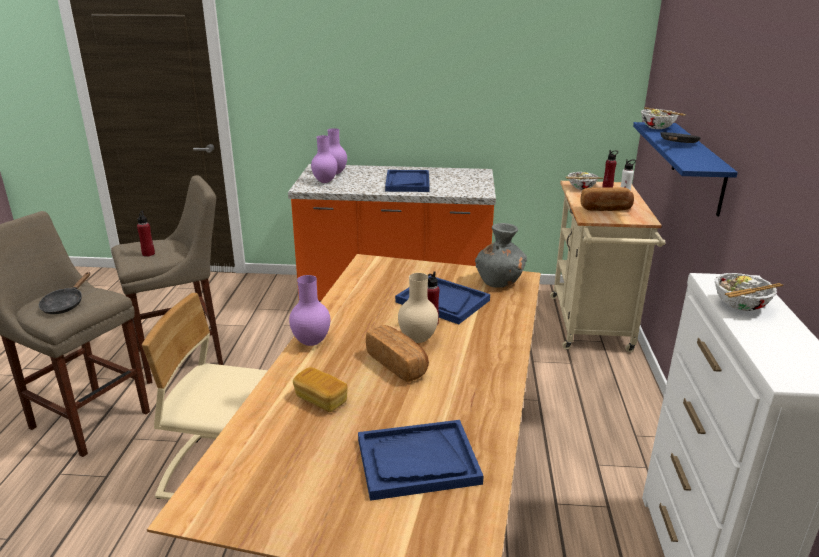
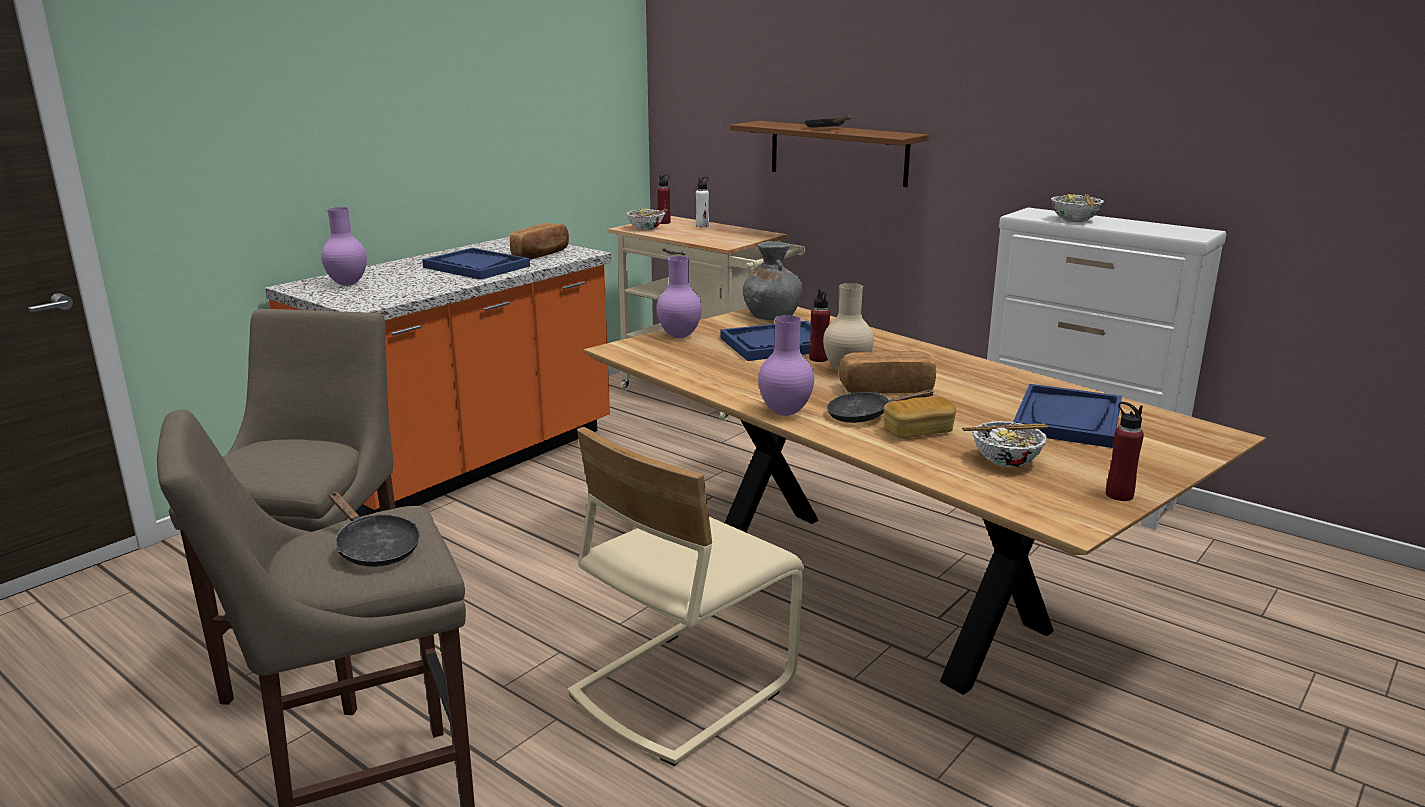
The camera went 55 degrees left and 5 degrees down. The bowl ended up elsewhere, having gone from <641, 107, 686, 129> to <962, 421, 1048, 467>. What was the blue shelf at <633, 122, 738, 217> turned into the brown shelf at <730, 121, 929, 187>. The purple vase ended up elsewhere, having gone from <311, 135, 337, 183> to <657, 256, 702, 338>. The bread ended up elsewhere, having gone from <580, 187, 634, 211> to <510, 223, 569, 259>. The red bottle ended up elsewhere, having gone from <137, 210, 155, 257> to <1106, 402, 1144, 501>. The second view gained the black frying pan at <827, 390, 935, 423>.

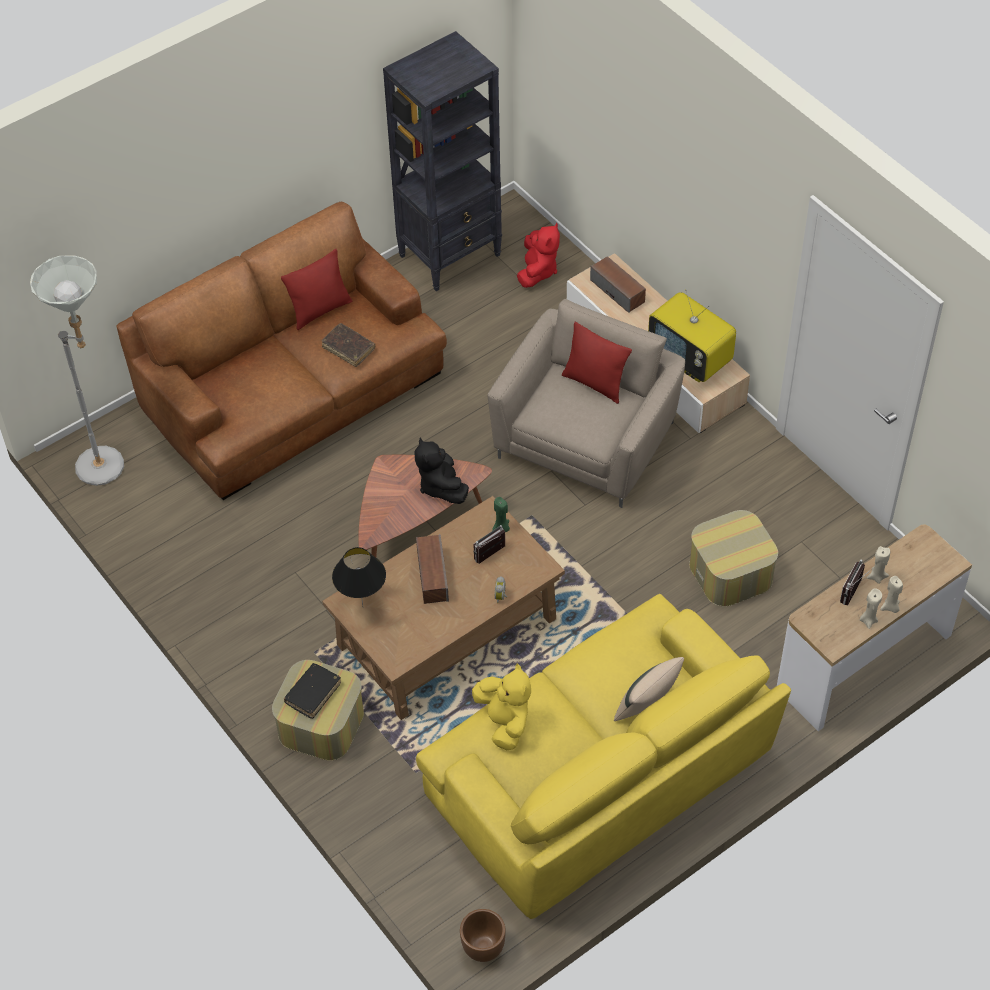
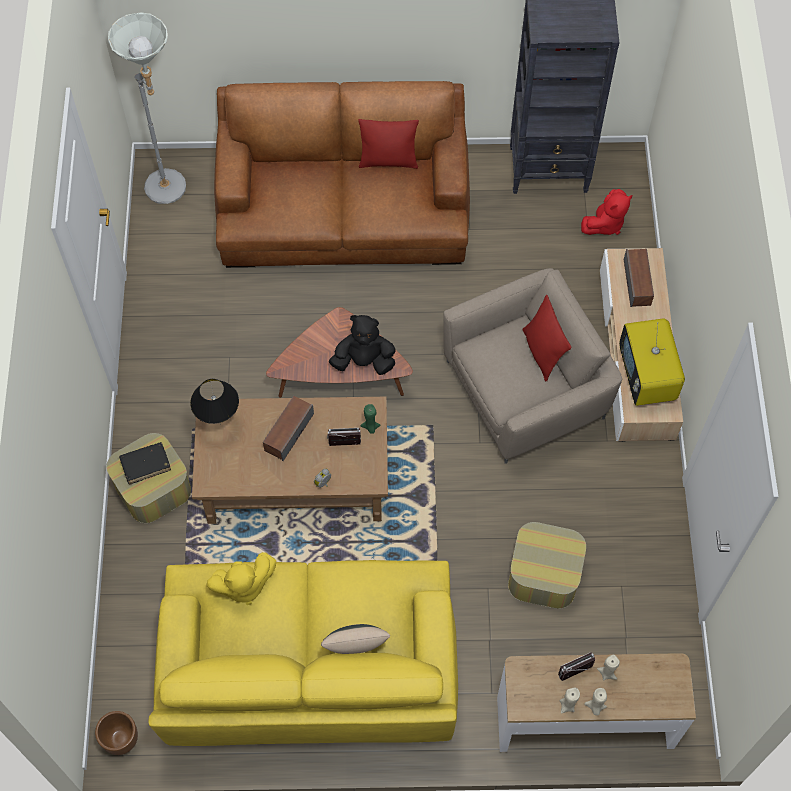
The camera went 35 degrees right and 10 degrees up. The second view lost the brown book at <322, 323, 375, 367>. The black plush toy at <414, 437, 469, 504> ended up facing another way, 75 degrees clockwise from before. The yellow plush toy at <472, 663, 531, 750> ended up facing another way, 60 degrees clockwise from before.

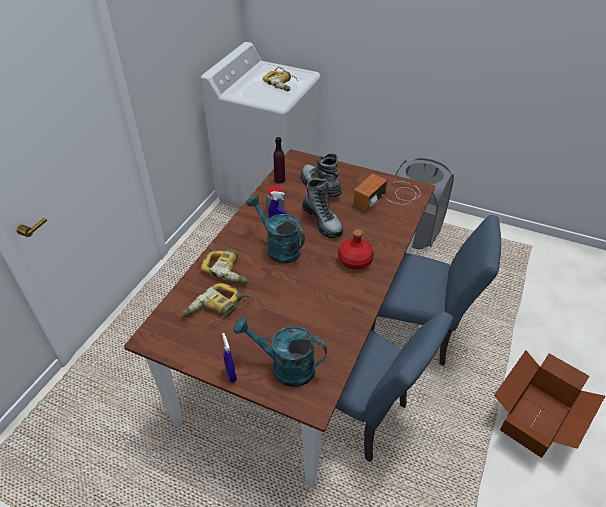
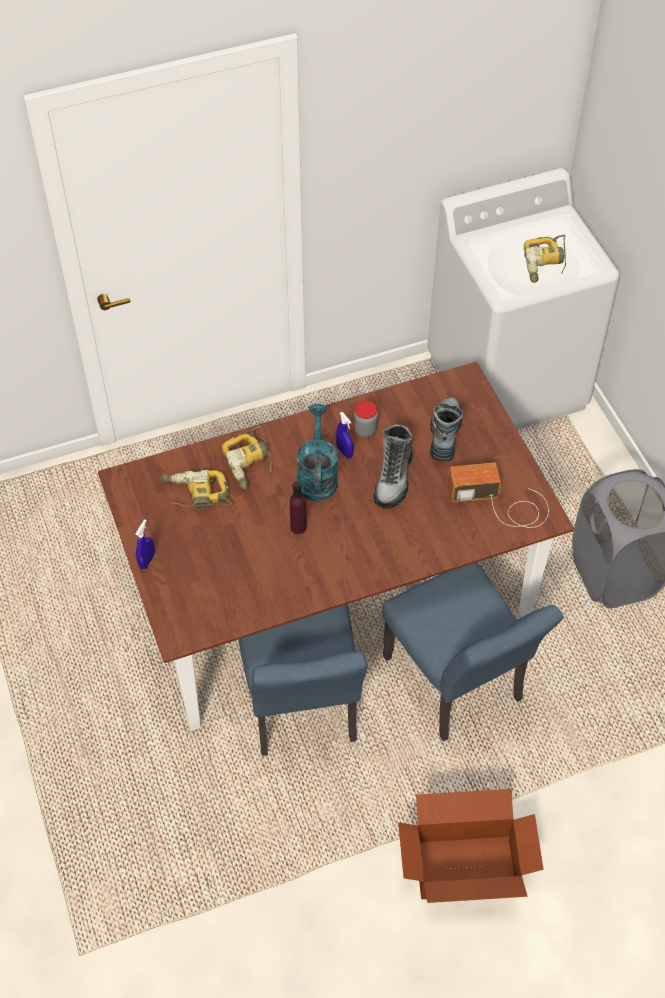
The camera went 45 degrees right and 10 degrees up. The purple bottle ended up elsewhere, having gone from <274, 137, 285, 184> to <290, 481, 307, 534>. The second view lost the red bottle at <338, 229, 374, 269>. The second view lost the turquoise watering can at <233, 317, 327, 387>.

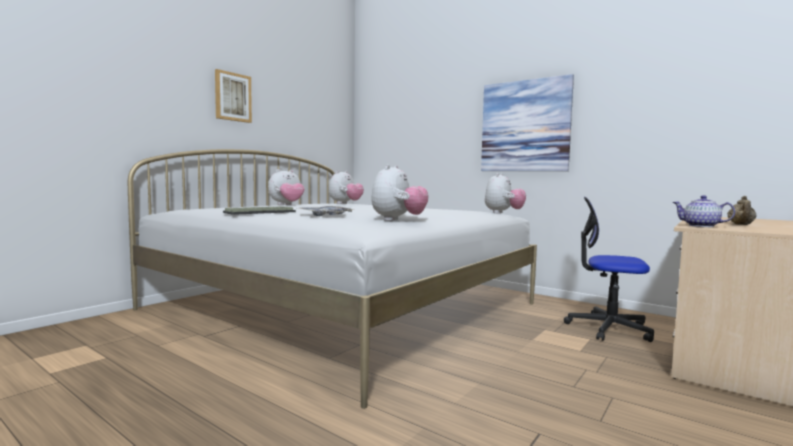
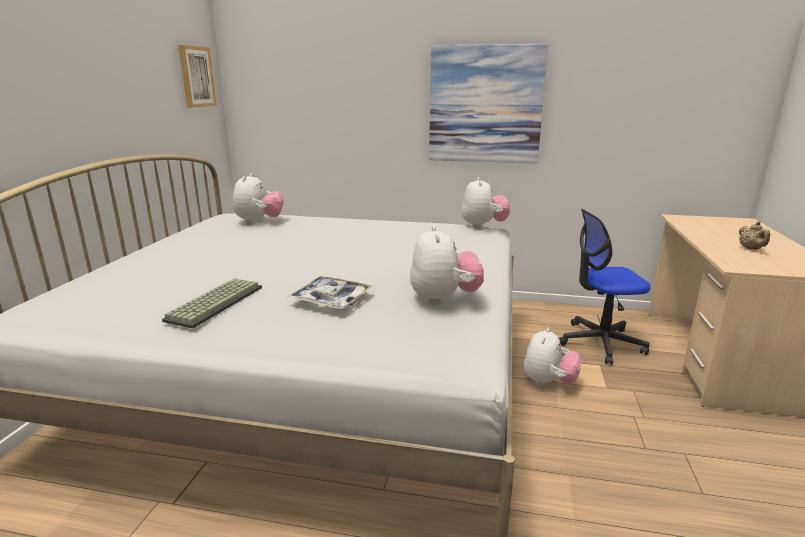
The camera went 25 degrees left and 15 degrees up. The picture ended up elsewhere, having gone from <215, 69, 252, 123> to <178, 45, 217, 108>. The plush toy ended up elsewhere, having gone from <268, 169, 305, 205> to <524, 327, 581, 386>. The second view lost the teapot at <673, 195, 735, 227>.

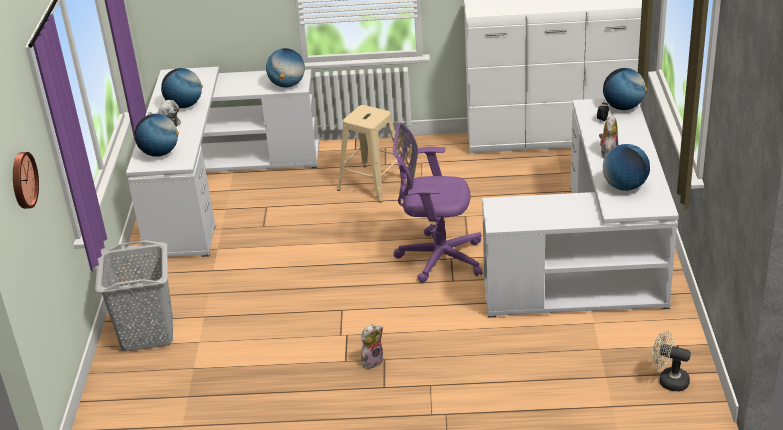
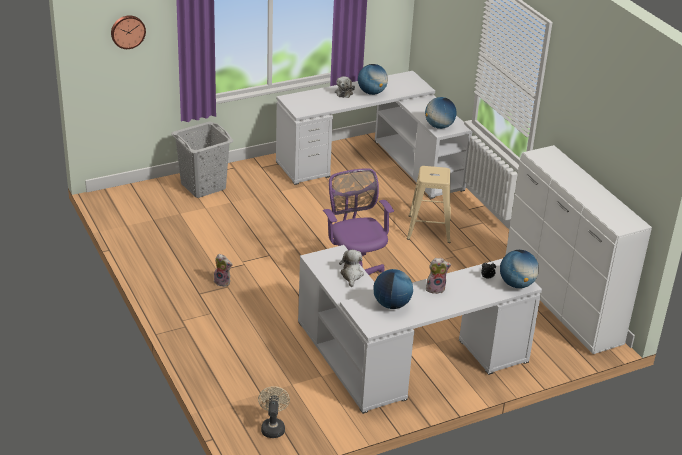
The camera went 60 degrees right and 0 degrees up. The second view lost the globe at <134, 114, 179, 157>. The second view gained the plush toy at <339, 250, 364, 287>.

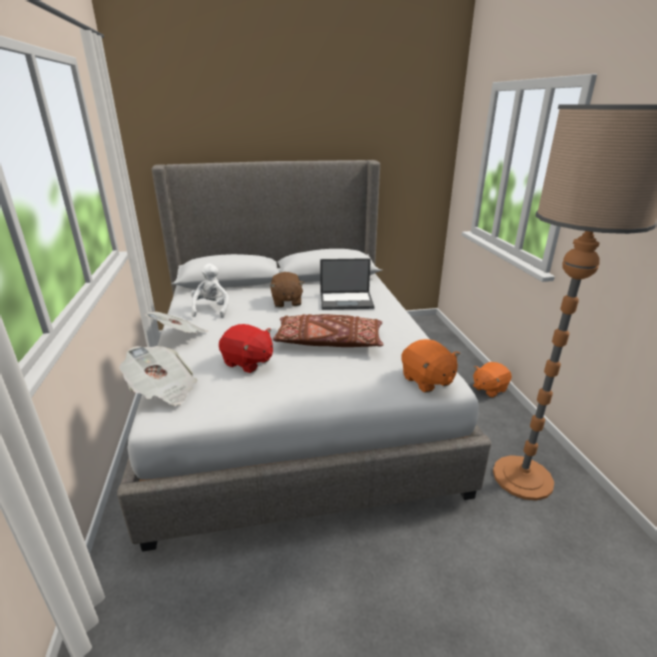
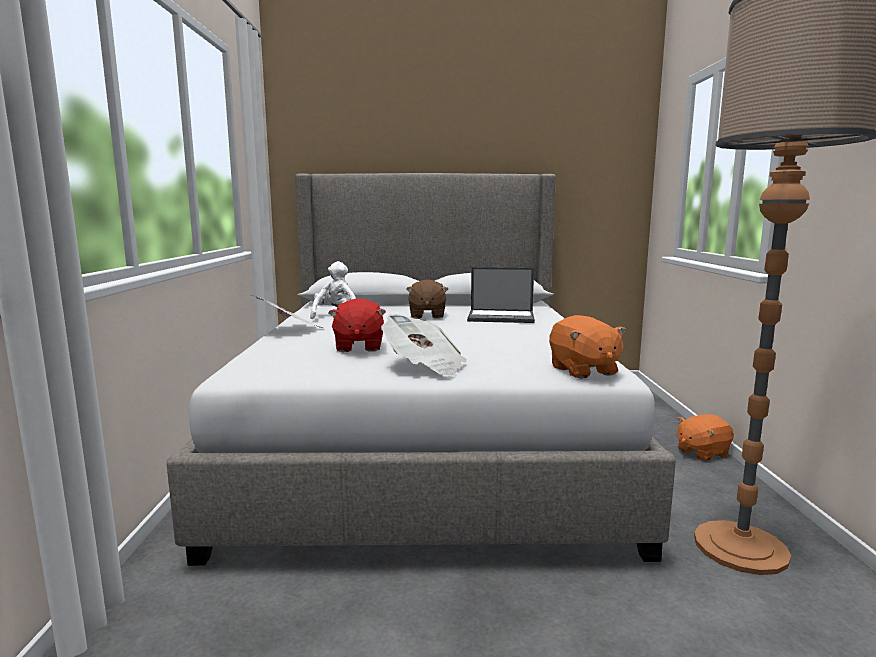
The camera went 10 degrees right and 15 degrees down. The second view lost the brown pillow at <273, 314, 383, 347>. The red plush toy at <219, 324, 273, 373> ended up facing another way, 45 degrees clockwise from before. The newspaper ended up elsewhere, having gone from <119, 346, 197, 406> to <381, 314, 467, 377>.

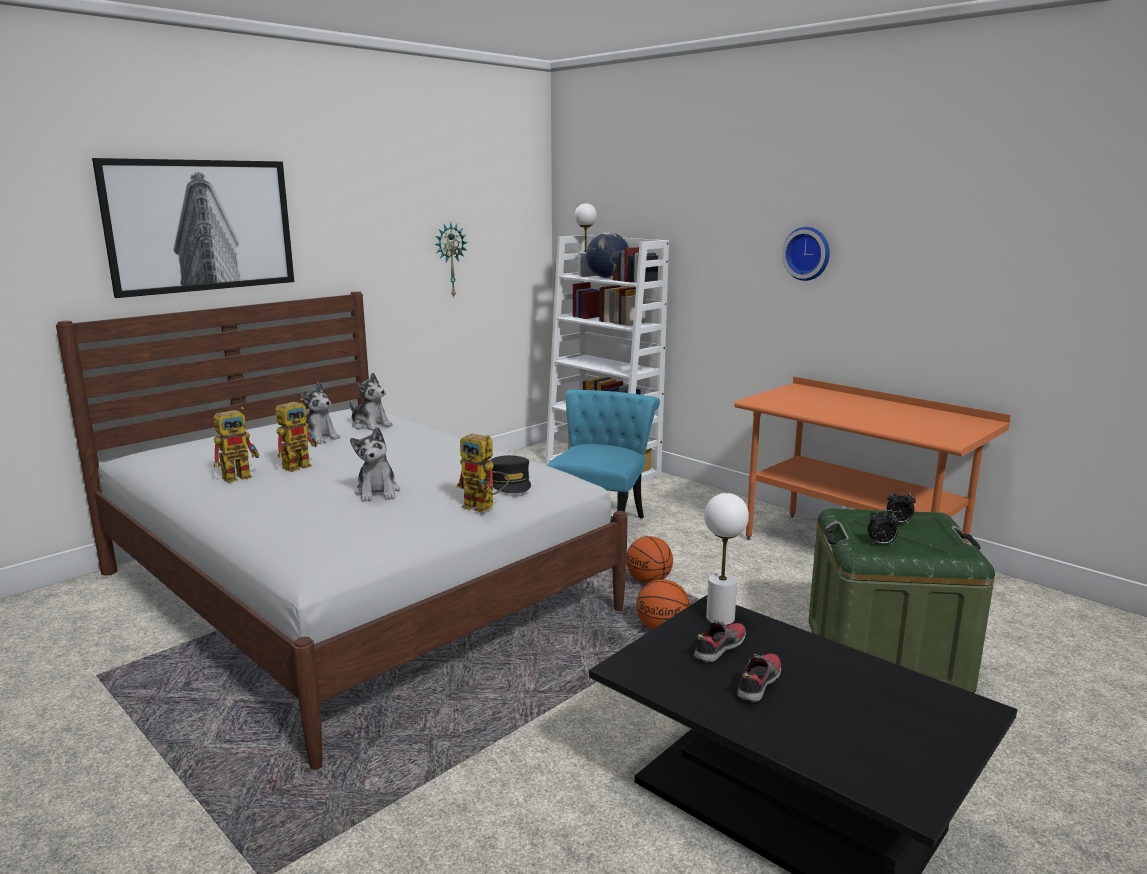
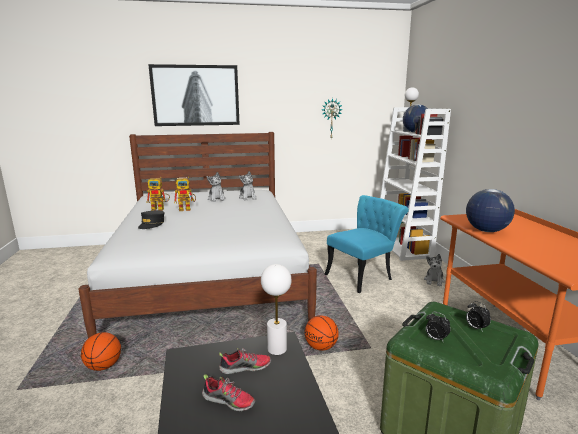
The camera went 35 degrees right and 0 degrees up. The second view lost the wall clock at <782, 227, 830, 281>. The plush toy ended up elsewhere, having gone from <350, 427, 400, 502> to <424, 254, 445, 286>. The second view lost the toy robot at <456, 434, 509, 513>. The black cap ended up elsewhere, having gone from <491, 455, 531, 494> to <138, 210, 165, 229>. The basketball ended up elsewhere, having gone from <626, 536, 673, 583> to <81, 332, 121, 371>. The shoe at <737, 654, 781, 702> ended up facing another way, 45 degrees clockwise from before. The second view gained the globe at <466, 189, 515, 232>.

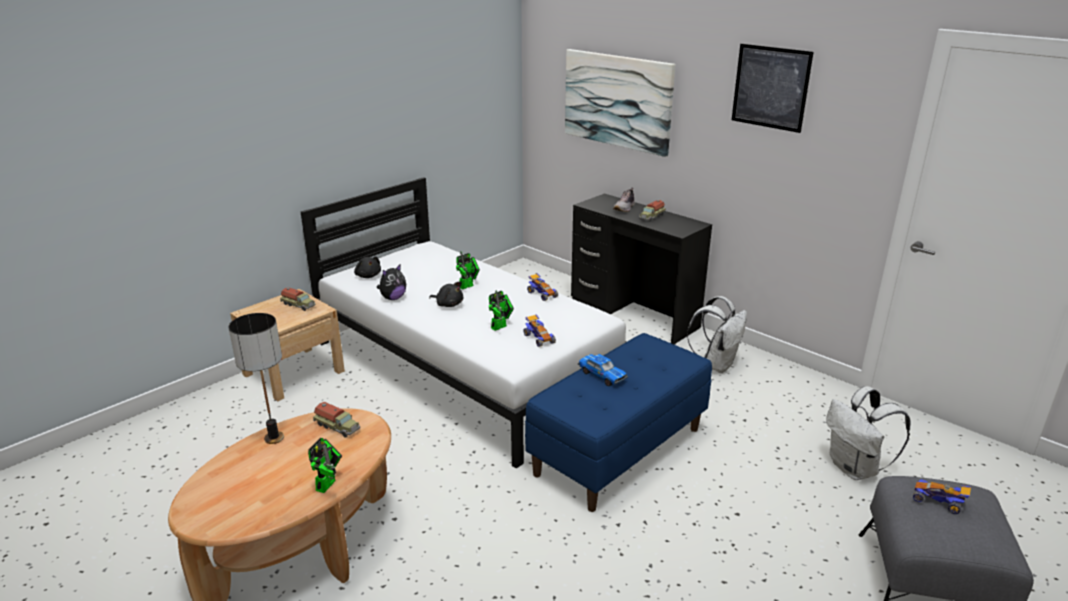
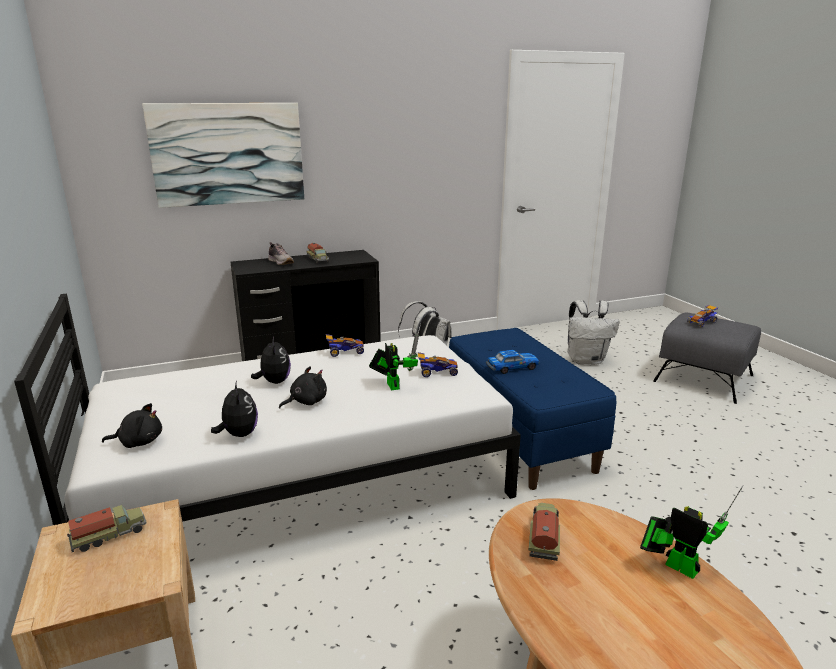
The camera went 65 degrees left and 5 degrees down. The second view lost the picture at <732, 44, 813, 133>. Where the toy robot stood at <456, 252, 480, 289>, the plush toy came to stand at <251, 336, 291, 384>. The second view lost the table lamp at <228, 313, 284, 444>. The toy truck at <313, 402, 360, 437> ended up facing another way, 45 degrees counterclockwise from before.

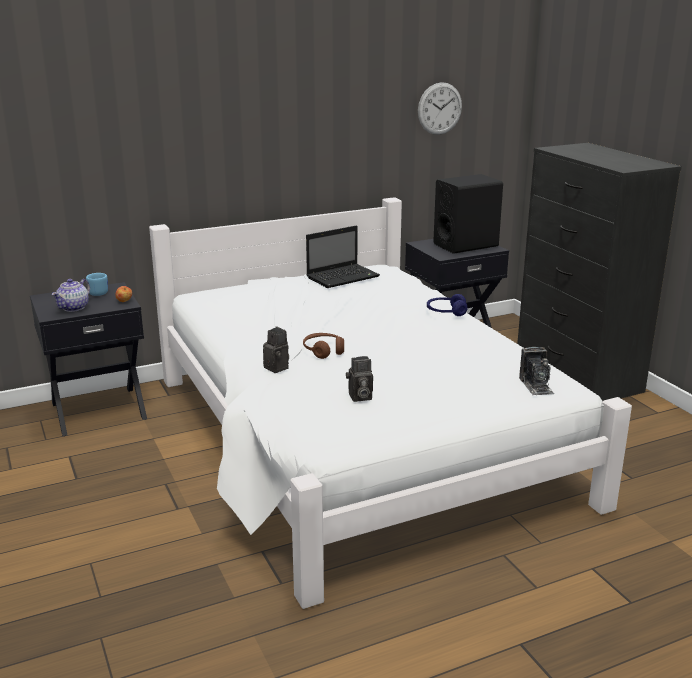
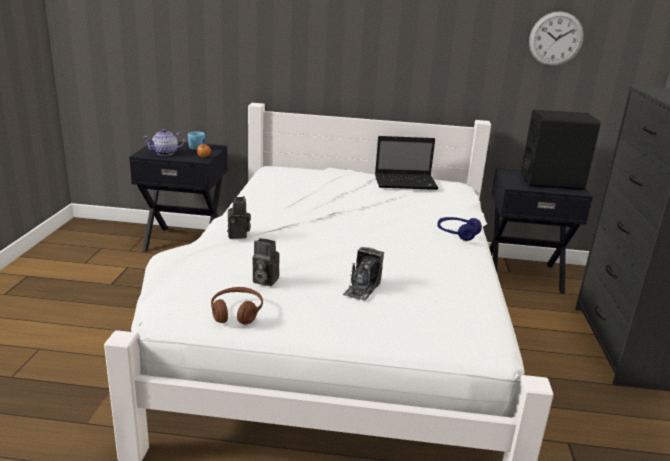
The camera went 30 degrees right and 0 degrees up. The brown headphones ended up elsewhere, having gone from <303, 333, 344, 359> to <211, 287, 263, 325>. The photo camera ended up elsewhere, having gone from <519, 347, 554, 395> to <342, 247, 384, 301>.

